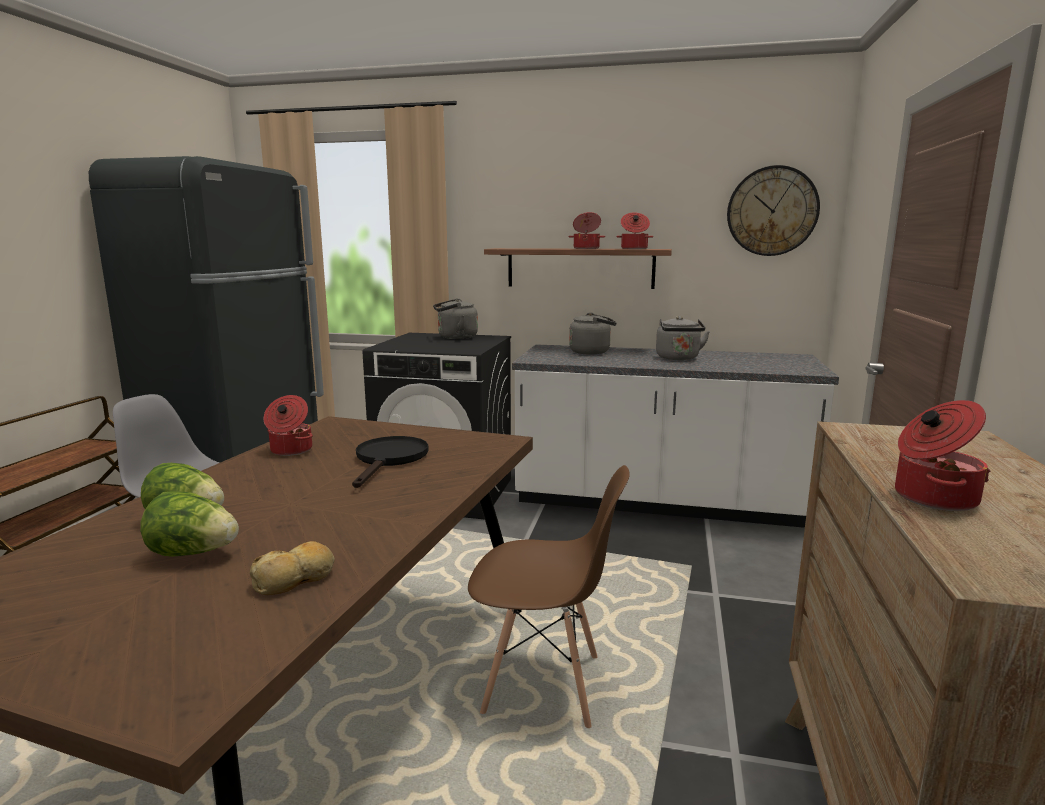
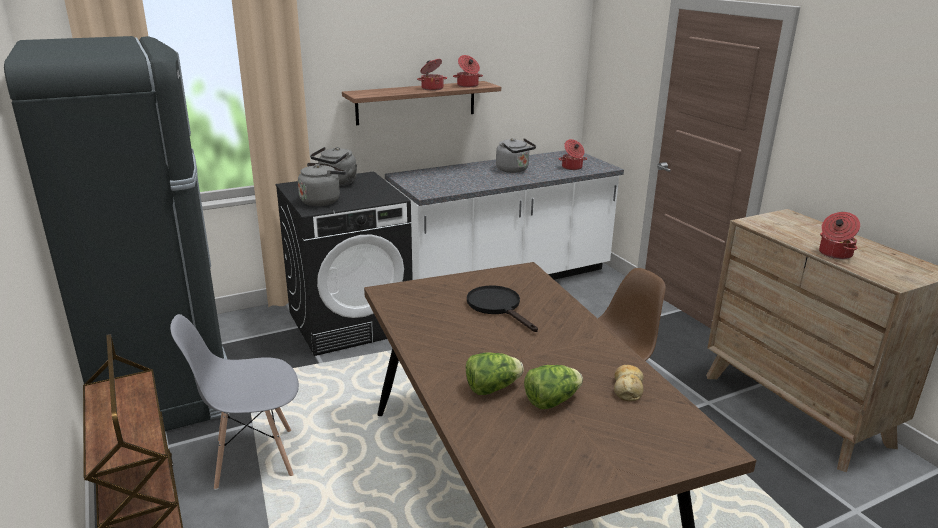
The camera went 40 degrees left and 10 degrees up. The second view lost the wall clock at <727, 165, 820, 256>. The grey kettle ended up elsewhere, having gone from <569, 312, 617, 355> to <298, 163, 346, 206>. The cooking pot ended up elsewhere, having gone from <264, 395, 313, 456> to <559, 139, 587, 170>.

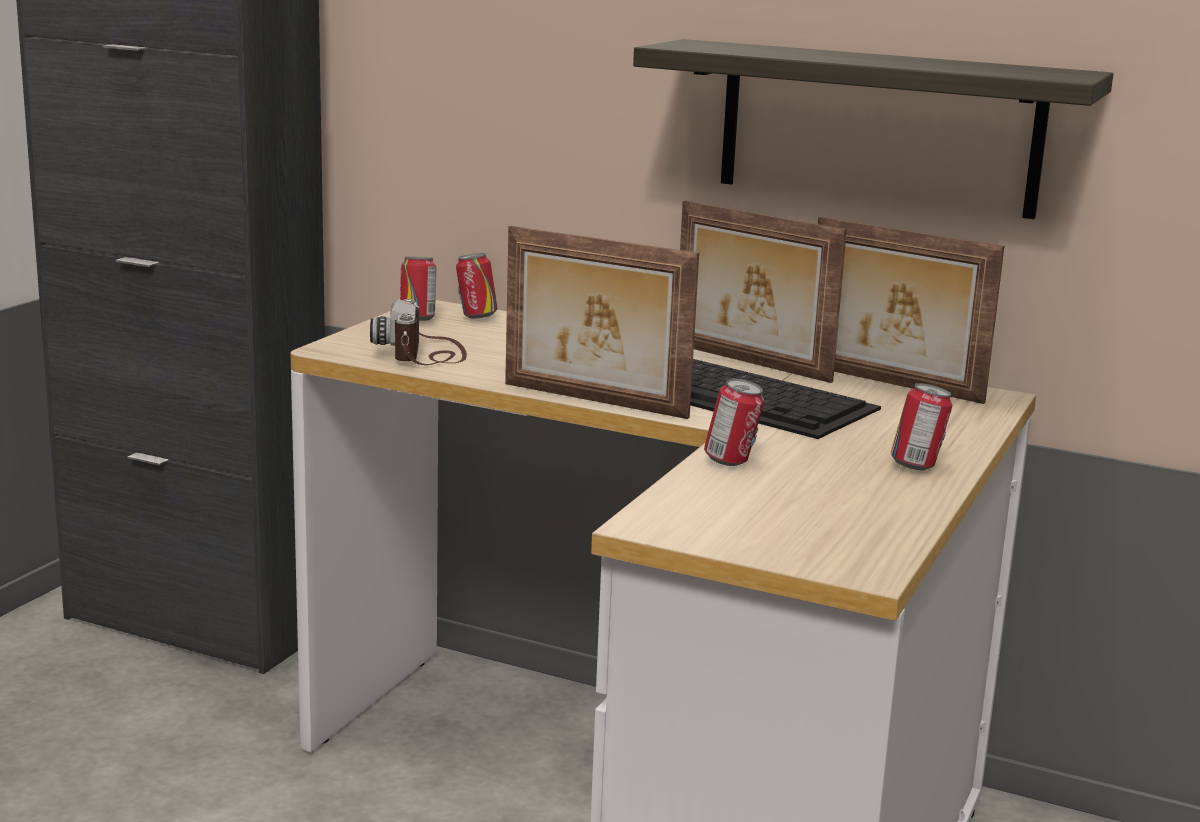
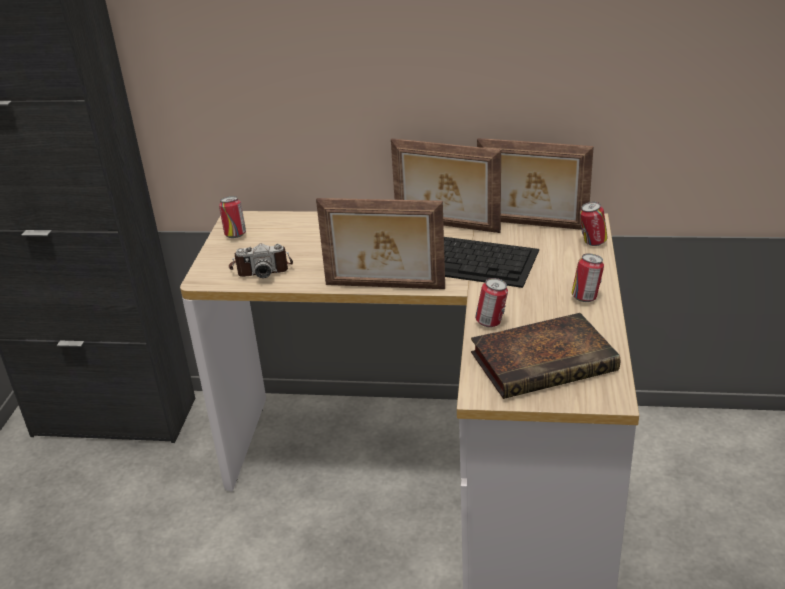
The camera went 15 degrees left and 15 degrees up. The second view lost the shelf at <633, 39, 1113, 219>. The can ended up elsewhere, having gone from <456, 253, 497, 319> to <580, 202, 608, 246>. The photo camera at <370, 299, 467, 365> ended up facing another way, 75 degrees counterclockwise from before. The second view gained the book at <471, 313, 620, 399>.

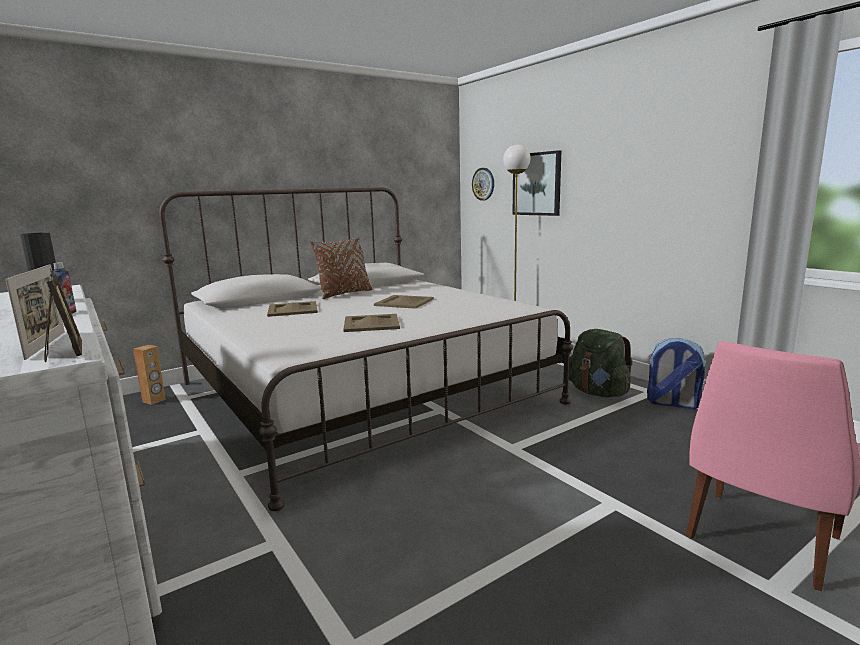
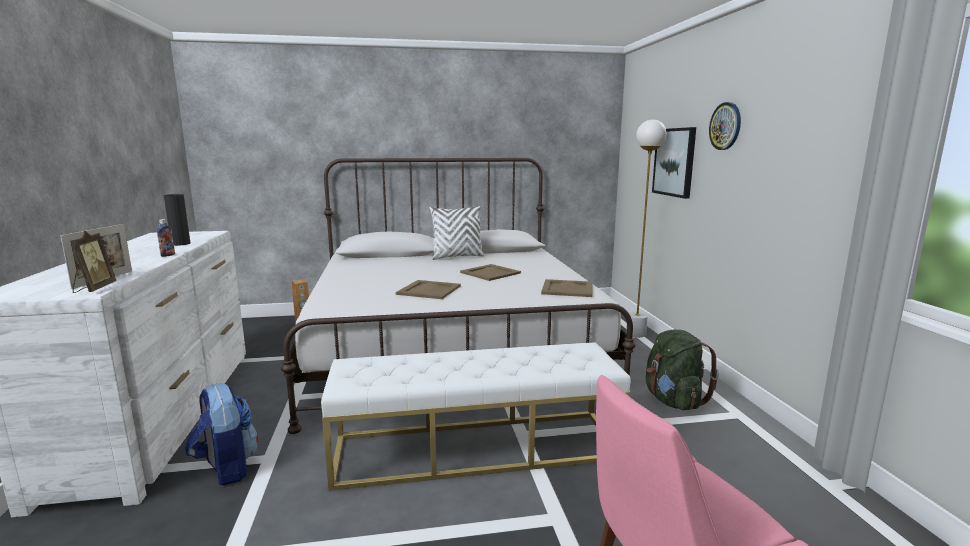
The camera went 25 degrees right and 0 degrees up. The wall clock ended up elsewhere, having gone from <472, 168, 494, 200> to <709, 102, 741, 150>. What was the brown pillow at <310, 237, 372, 299> turned into the white pillow at <430, 206, 485, 260>. The beige tray ended up elsewhere, having gone from <267, 301, 318, 317> to <541, 279, 592, 297>. The backpack ended up elsewhere, having gone from <647, 338, 706, 409> to <185, 383, 258, 485>. The second view gained the white bench at <321, 342, 631, 491>.

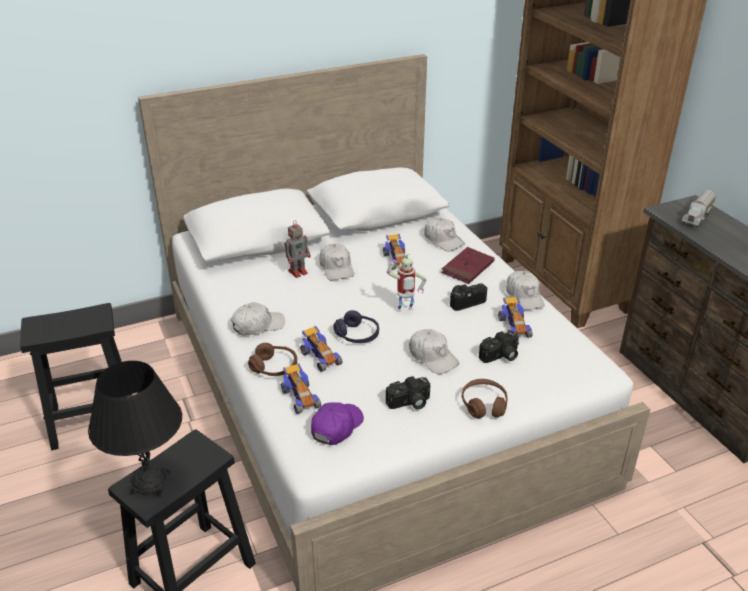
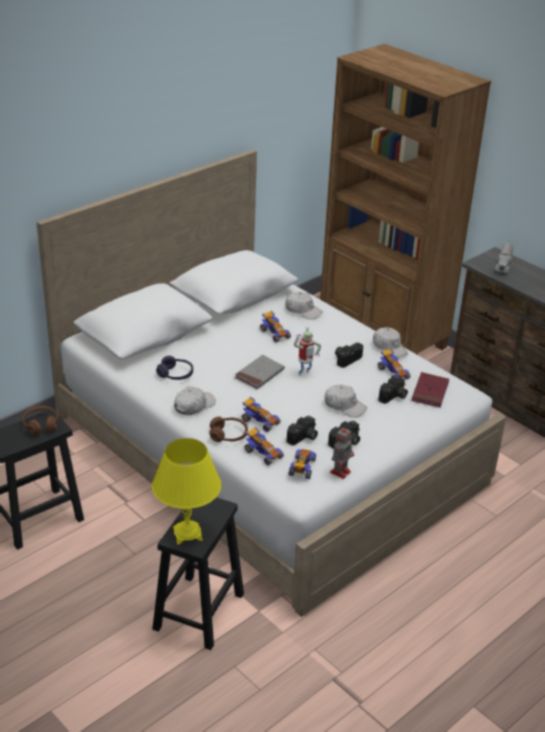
The camera went 20 degrees left and 0 degrees up. The toy robot ended up elsewhere, having gone from <285, 220, 311, 278> to <330, 426, 354, 479>. The second view lost the white cap at <320, 244, 354, 281>. The red book ended up elsewhere, having gone from <441, 247, 495, 284> to <411, 372, 449, 408>. The purple headphones ended up elsewhere, having gone from <333, 310, 379, 343> to <156, 356, 193, 380>. What was the black table lamp at <88, 361, 182, 496> turned into the yellow table lamp at <152, 438, 221, 544>. The brown headphones ended up elsewhere, having gone from <462, 379, 508, 419> to <22, 406, 58, 435>. Where the purple cap stood at <311, 402, 364, 445>, the toy car came to stand at <288, 449, 316, 479>. The second view gained the grey book at <235, 355, 285, 389>. The second view gained the photo camera at <287, 416, 318, 446>.

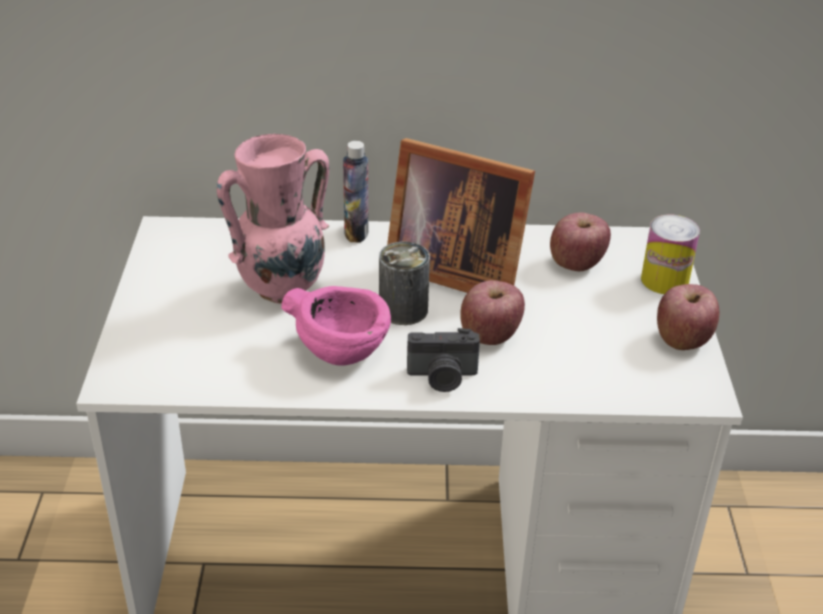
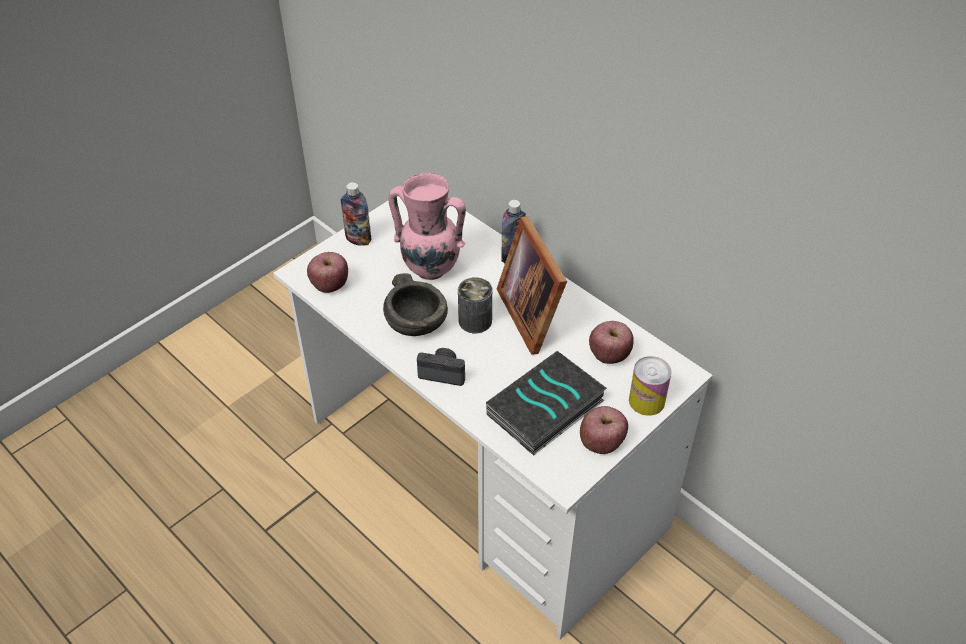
The camera went 45 degrees right and 10 degrees up. The apple ended up elsewhere, having gone from <460, 280, 525, 345> to <307, 252, 348, 293>. What was the pink bowl at <281, 286, 391, 366> turned into the grey bowl at <383, 273, 448, 336>. The photo camera at <407, 328, 480, 392> ended up facing another way, 150 degrees clockwise from before. The second view gained the bottle at <341, 182, 371, 246>. The second view gained the book at <486, 351, 607, 456>.

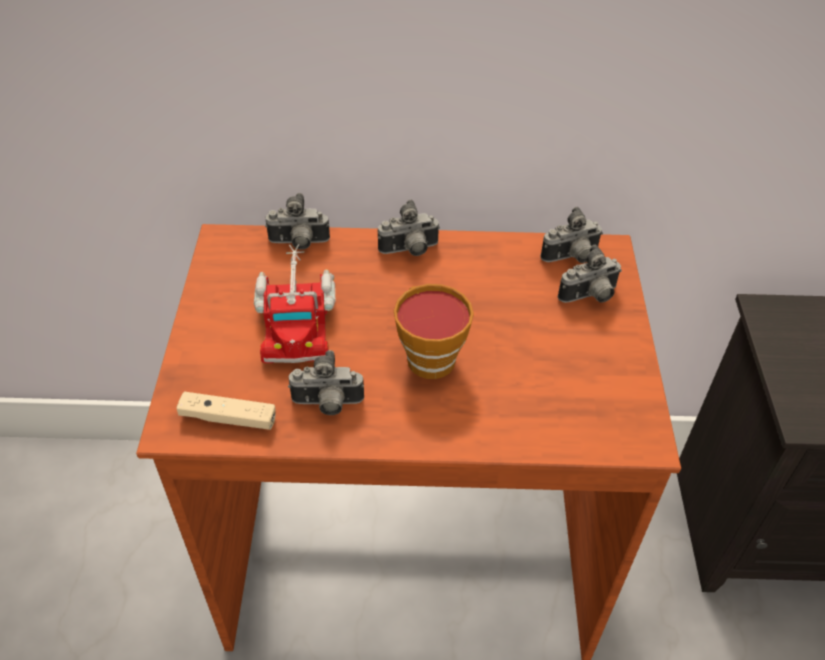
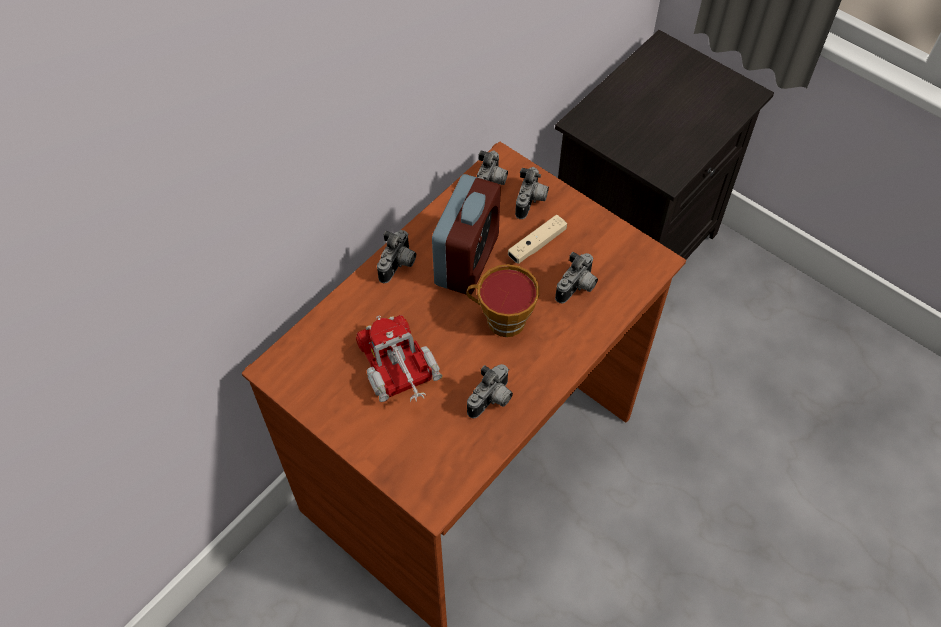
The camera went 50 degrees left and 10 degrees up. The photo camera ended up elsewhere, having gone from <265, 193, 330, 250> to <555, 252, 598, 303>. The toy truck at <254, 244, 335, 363> ended up facing another way, 150 degrees counterclockwise from before. The beige game controller ended up elsewhere, having gone from <177, 392, 276, 430> to <508, 215, 567, 264>. The second view gained the alarm clock at <432, 174, 501, 295>.

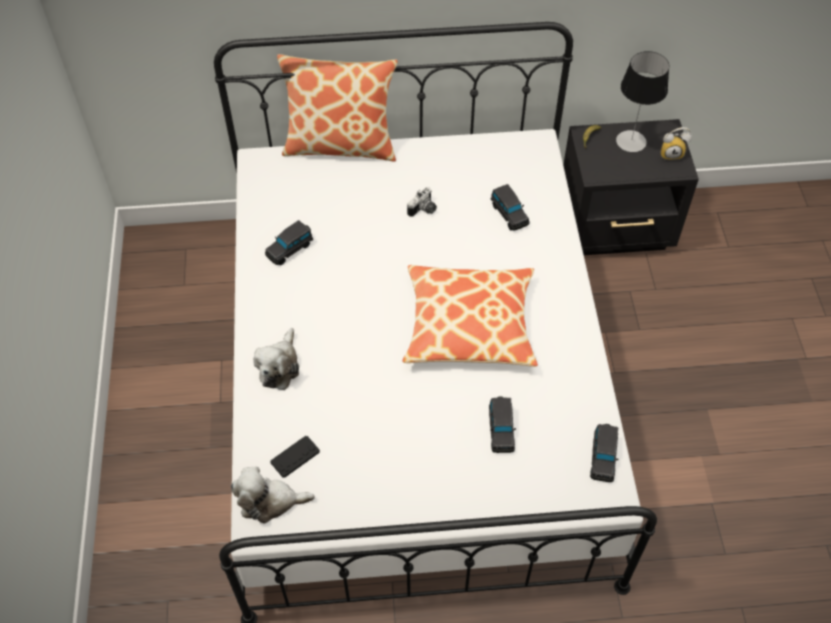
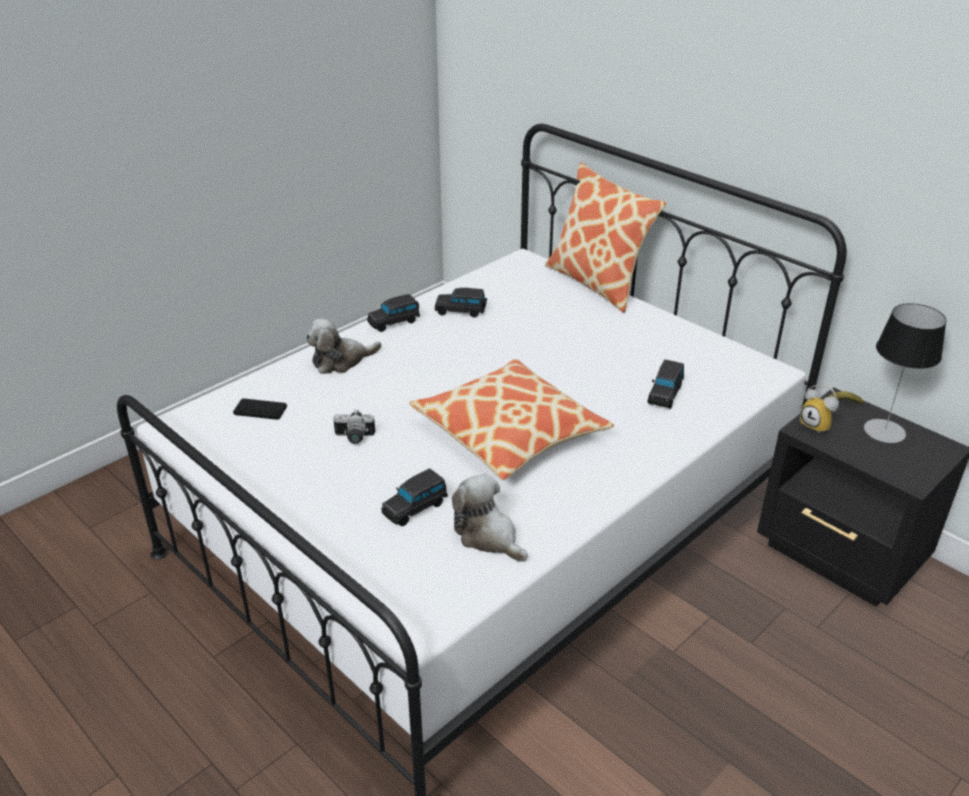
The camera went 50 degrees right and 20 degrees down. The alarm clock ended up elsewhere, having gone from <661, 127, 692, 160> to <800, 384, 839, 434>. The photo camera ended up elsewhere, having gone from <407, 187, 437, 217> to <334, 410, 376, 444>. The black toy car ended up elsewhere, having gone from <590, 424, 618, 482> to <367, 294, 420, 332>. The plush toy ended up elsewhere, having gone from <231, 467, 315, 523> to <452, 474, 528, 561>.

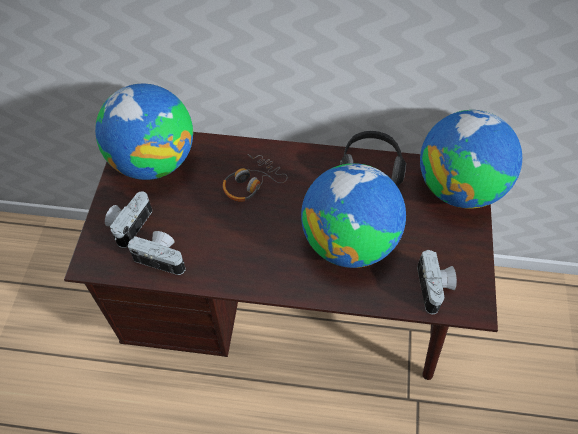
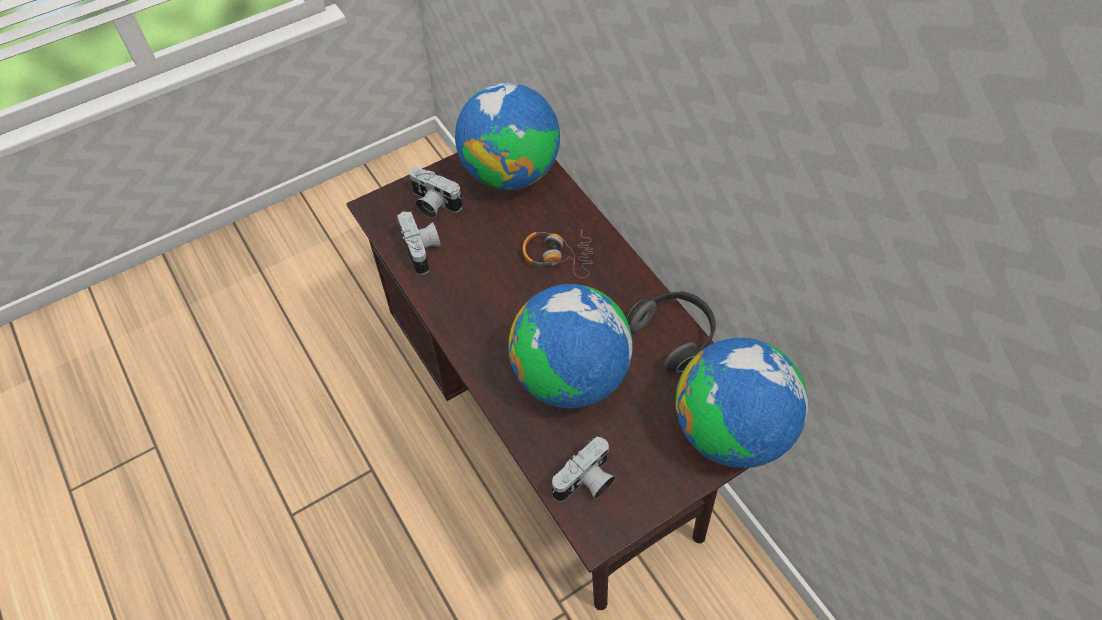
The camera went 50 degrees right and 0 degrees up. The photo camera at <105, 191, 152, 248> ended up facing another way, 135 degrees counterclockwise from before.

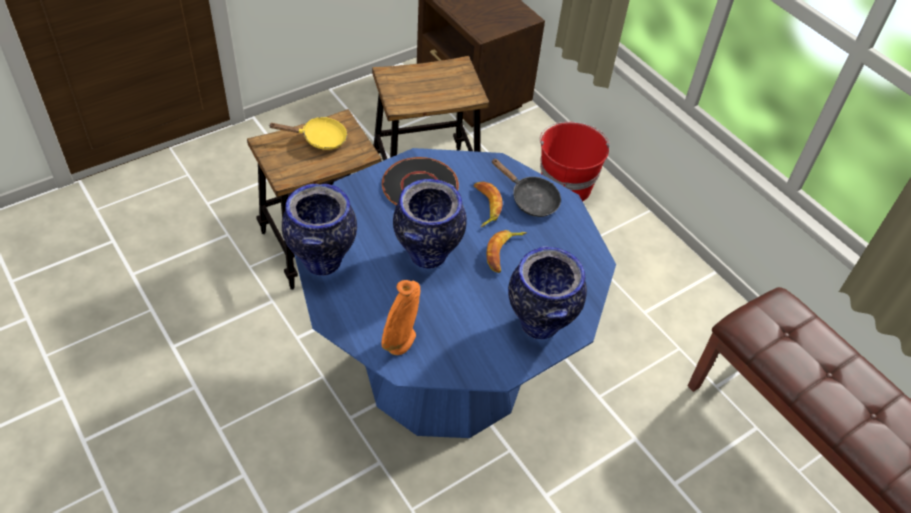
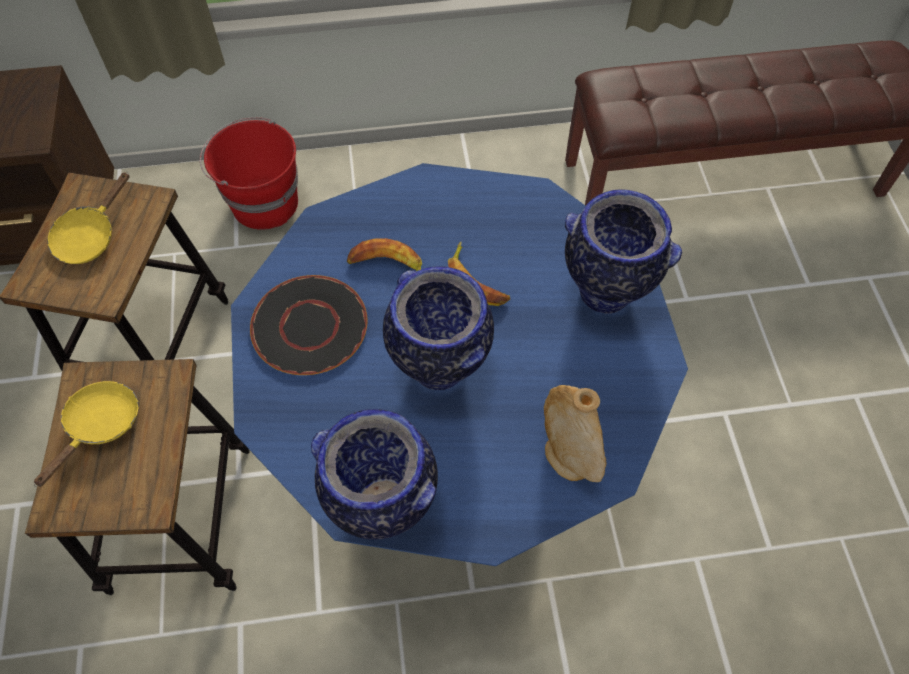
The camera went 60 degrees left and 10 degrees up. The second view lost the black frying pan at <492, 159, 561, 217>. What was the orange vase at <381, 280, 420, 355> turned into the beige vase at <544, 385, 606, 482>. The second view gained the yellow frying pan at <48, 172, 129, 264>.

